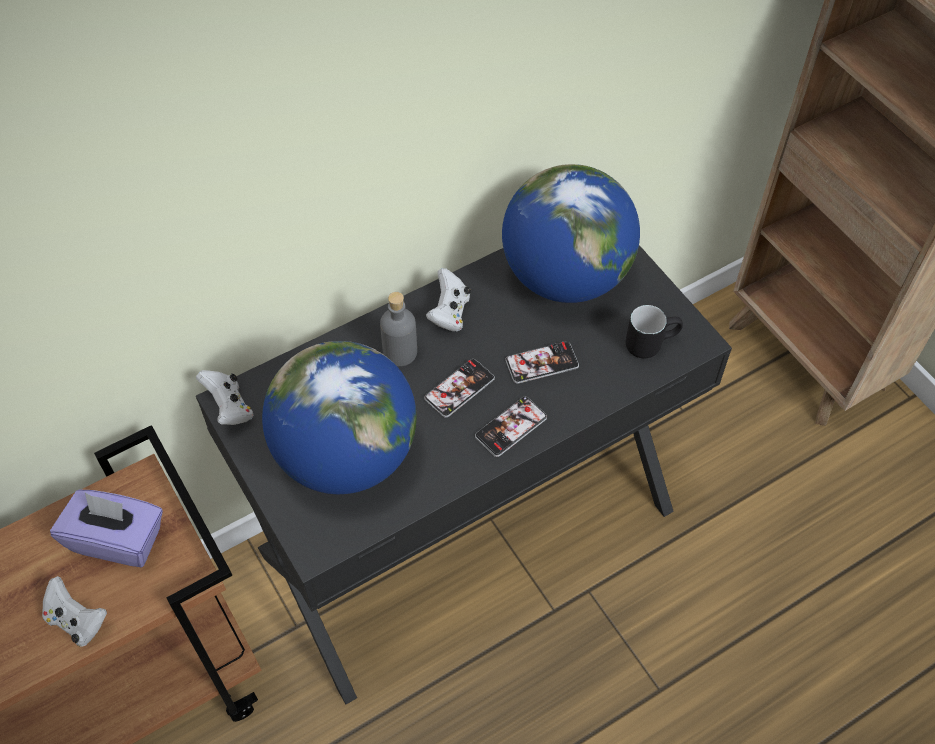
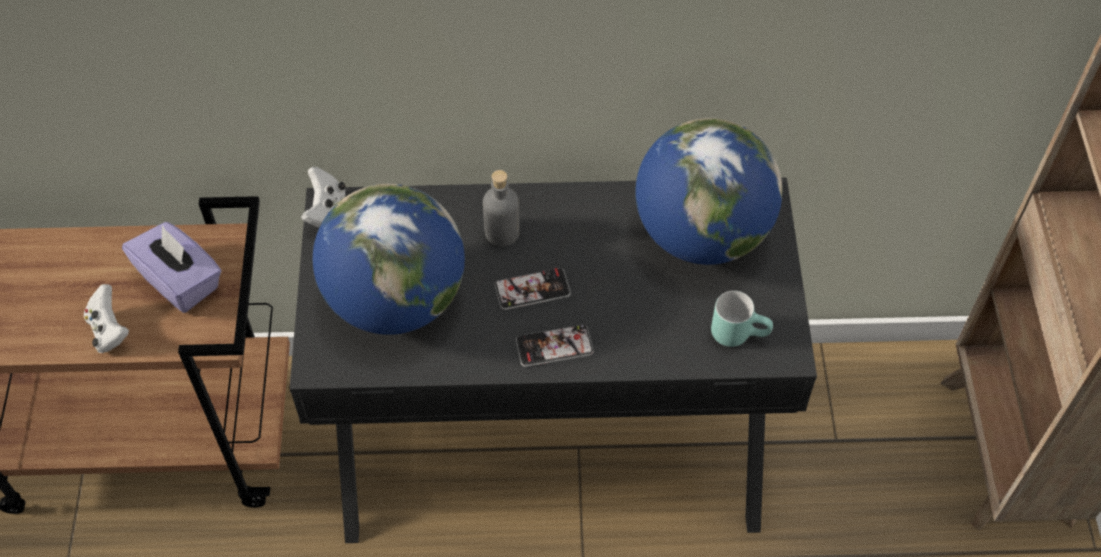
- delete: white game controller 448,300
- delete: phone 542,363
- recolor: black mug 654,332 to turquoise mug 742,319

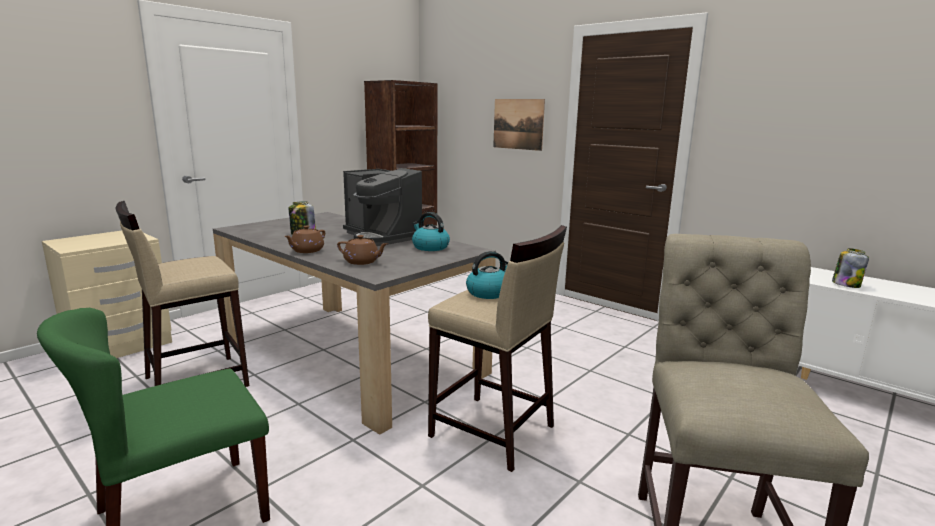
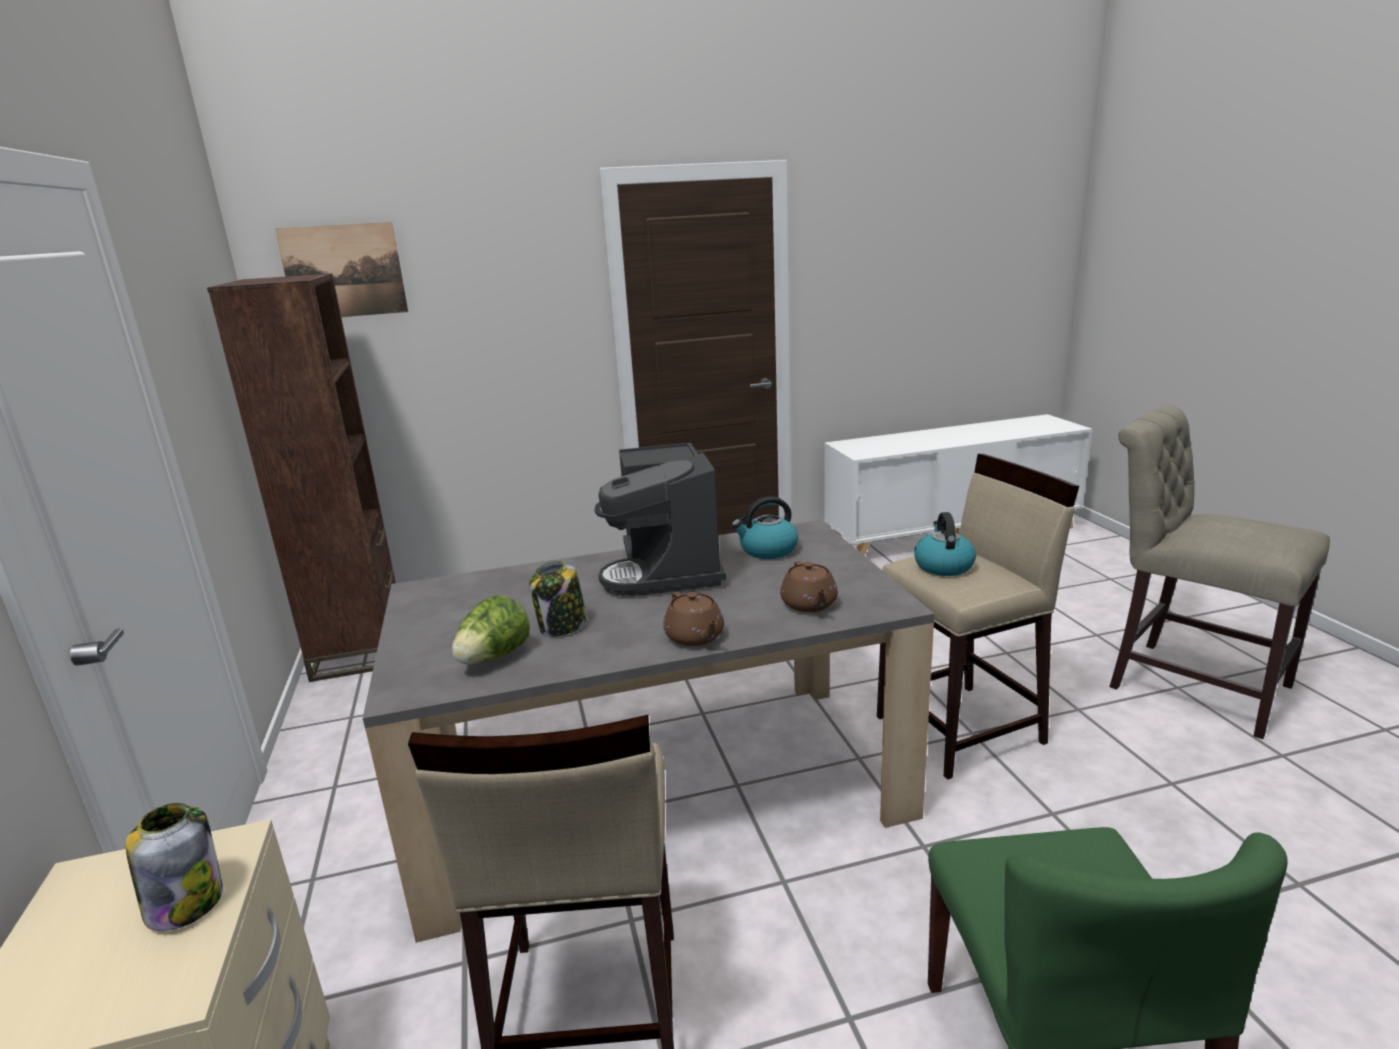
- rotate: brown teapot 362,250 = 809,586 120 degrees clockwise
- rotate: coffee machine 382,207 = 660,520 90 degrees clockwise
- move: picture 519,125 to 341,269
- move: jar 850,268 to 174,867
- insert: lettuce 491,629

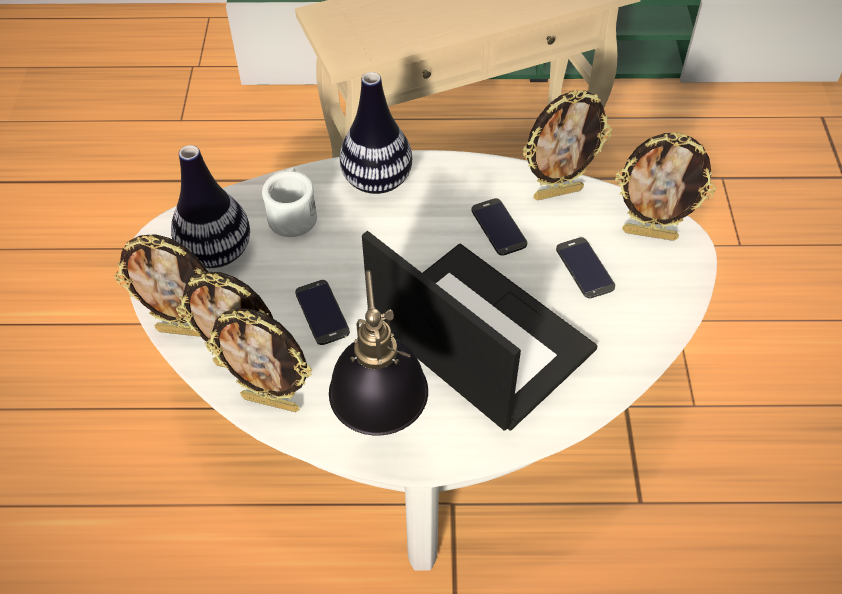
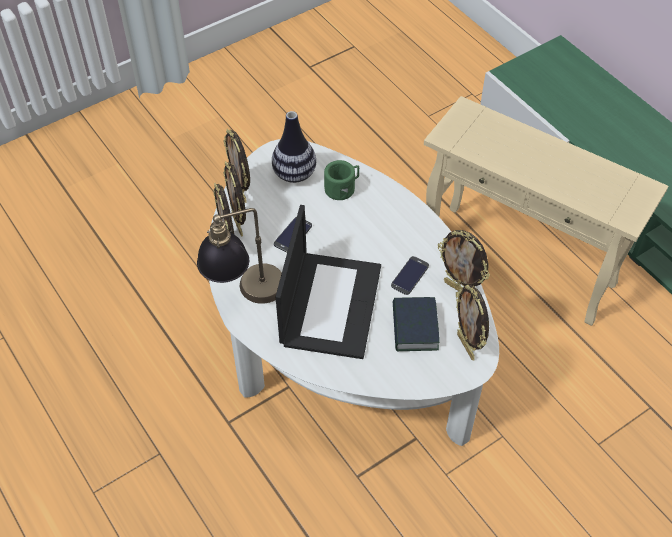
- recolor: white mug 289,202 to green mug 341,180
- delete: vase 376,133
- replace: phone 585,267 to book 416,324

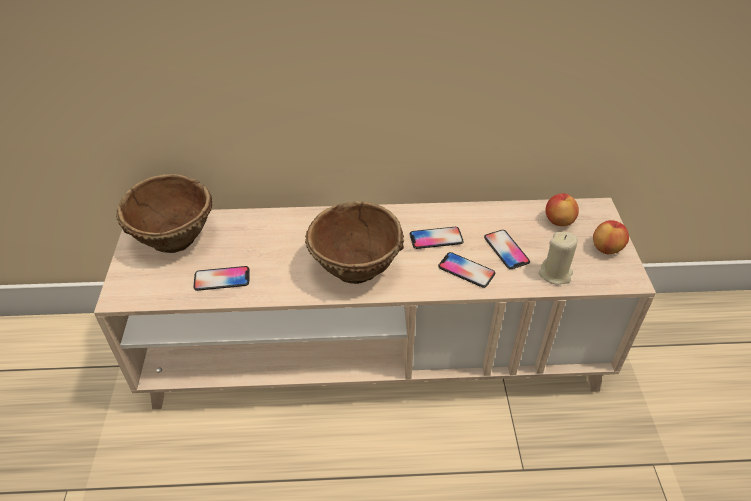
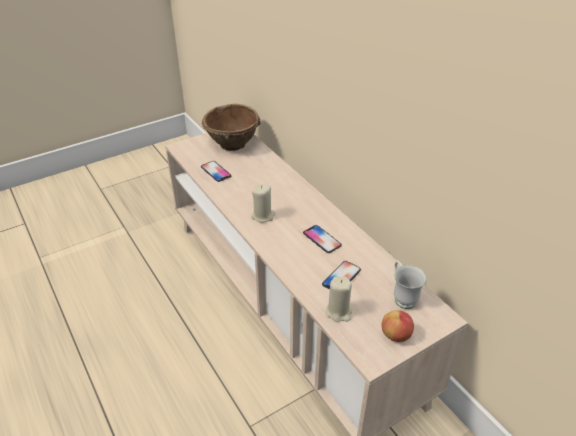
- replace: brown bowl 354,242 to beige candle 263,203
- delete: phone 466,270
- replace: apple 562,209 to white mug 410,284

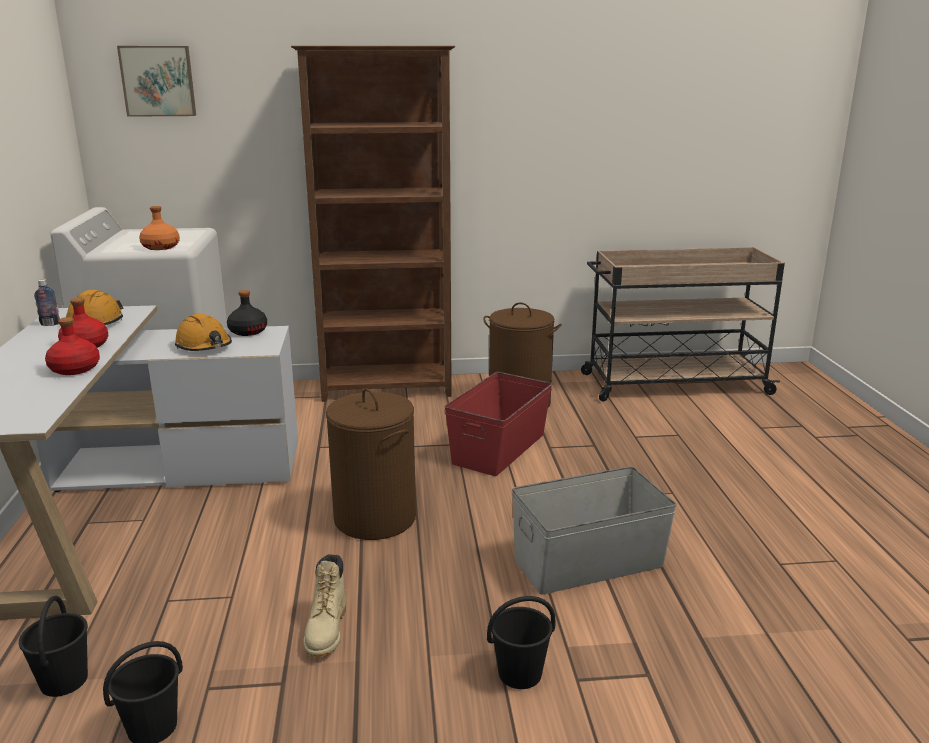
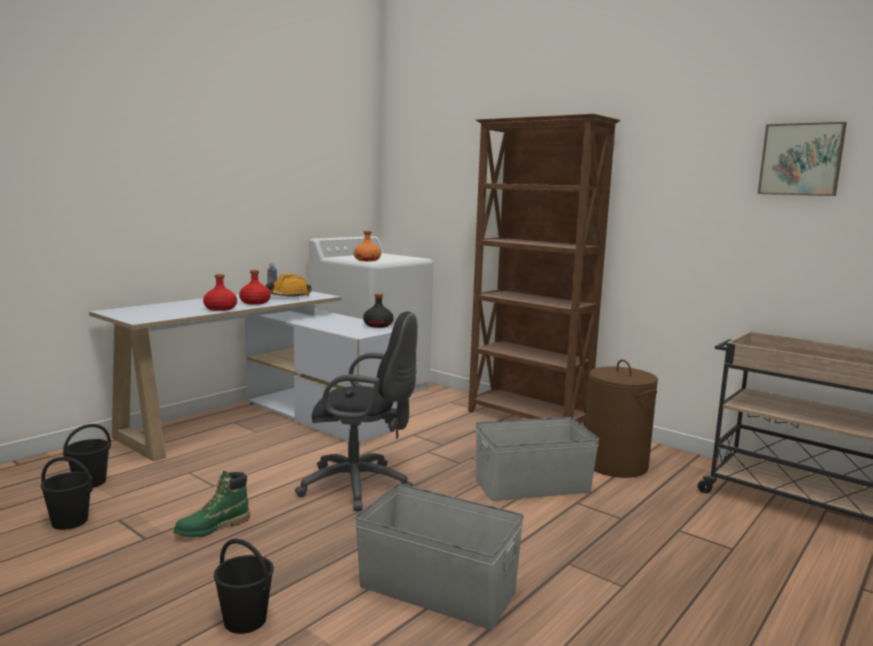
- move: picture 156,81 to 802,159
- delete: orange hard hat 203,332
- recolor: beige boot 325,605 to green boot 211,504
- replace: brown laundry basket 371,464 to black office chair 356,411
- recolor: red storage box 498,424 to grey storage box 537,459

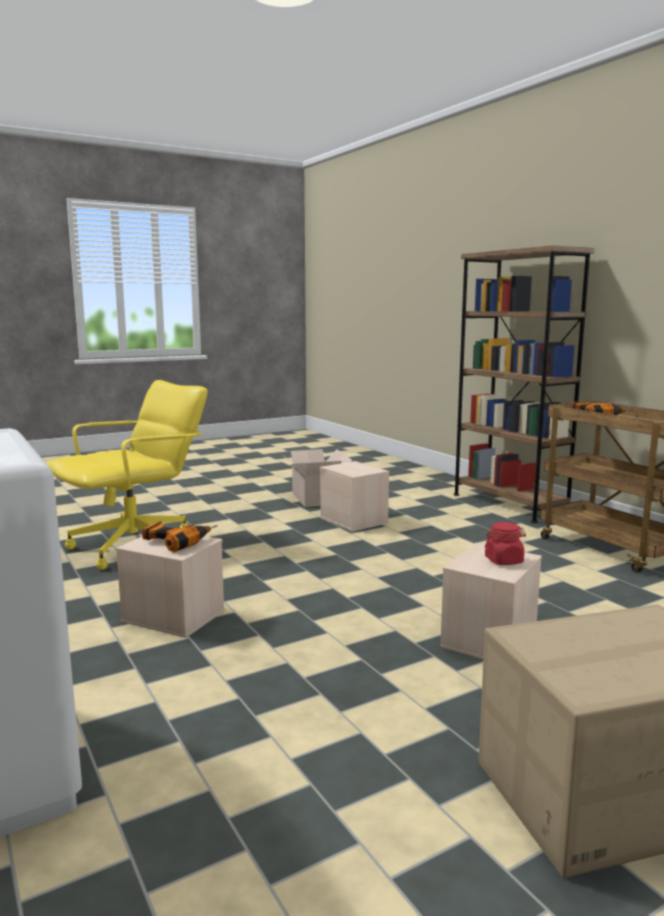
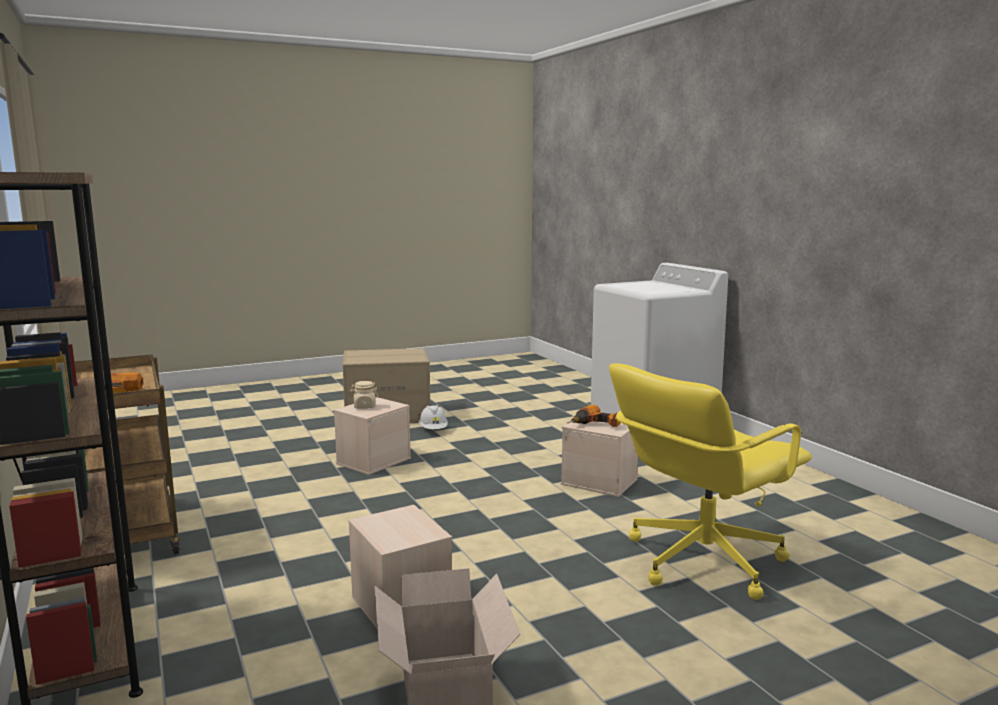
- recolor: red jar 505,543 to beige jar 364,395
- insert: white hard hat 433,417

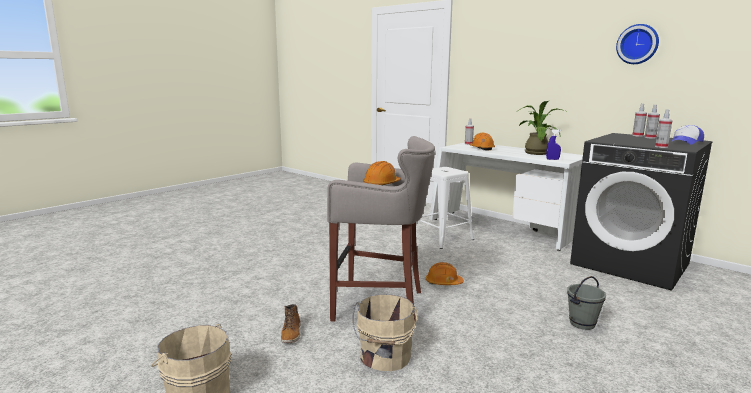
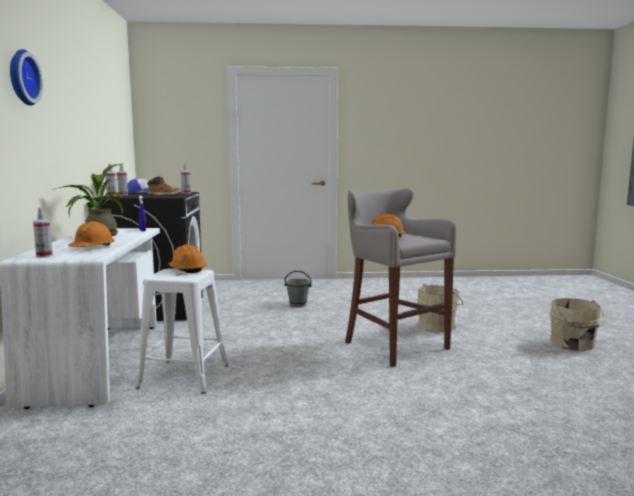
- move: boot 291,323 to 163,186
- move: orange hard hat 445,273 to 187,258
- move: wall clock 637,44 to 26,77

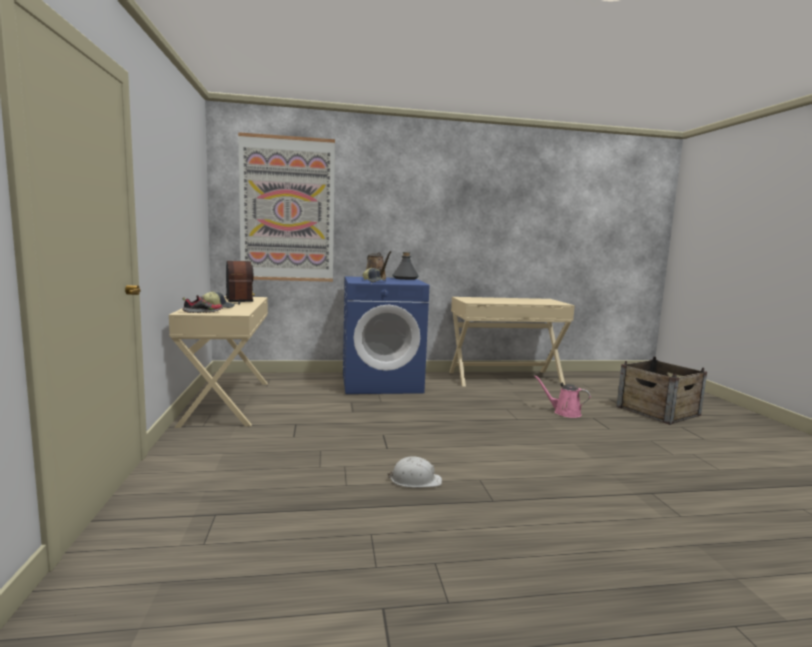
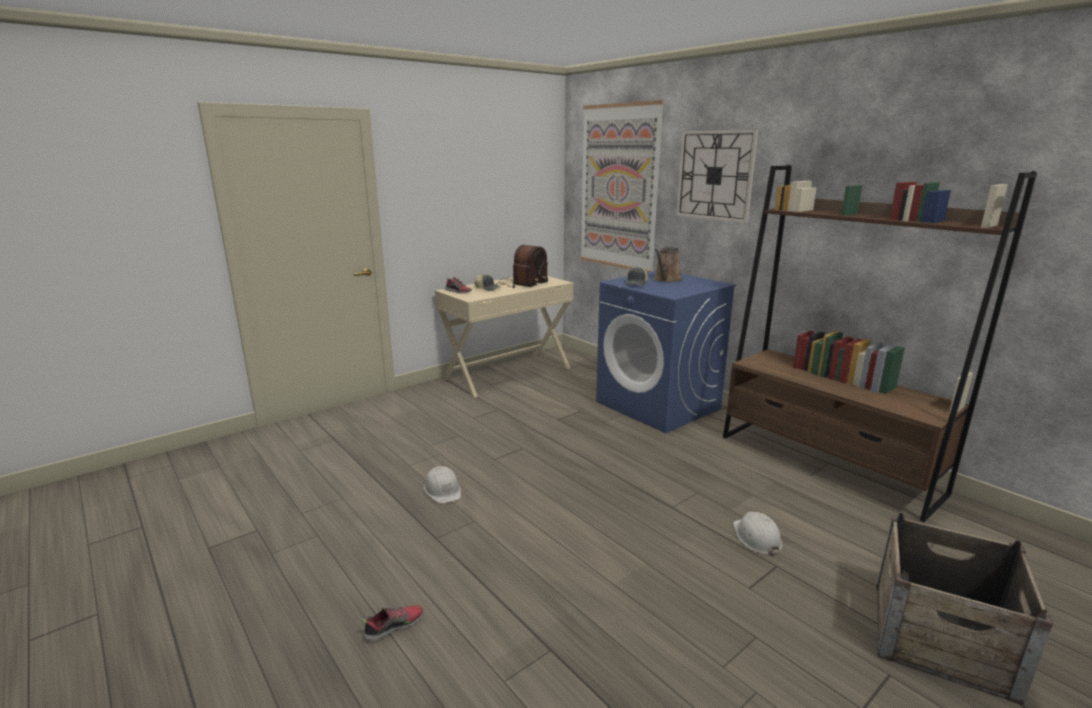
- delete: grey bottle 405,266
- replace: beige desk 512,342 to brown bookcase 880,343
- replace: pink watering can 562,397 to white hard hat 758,534
- insert: shoe 393,623
- insert: wall clock 717,176

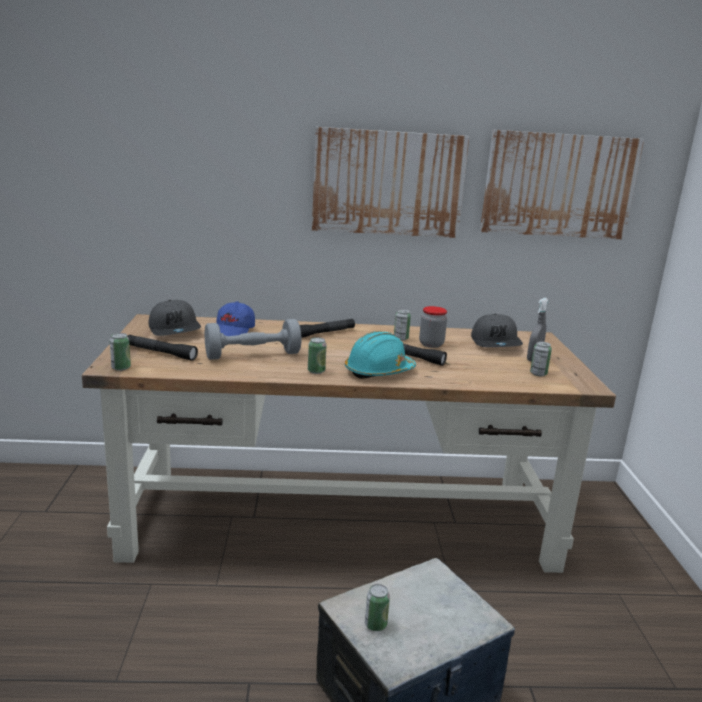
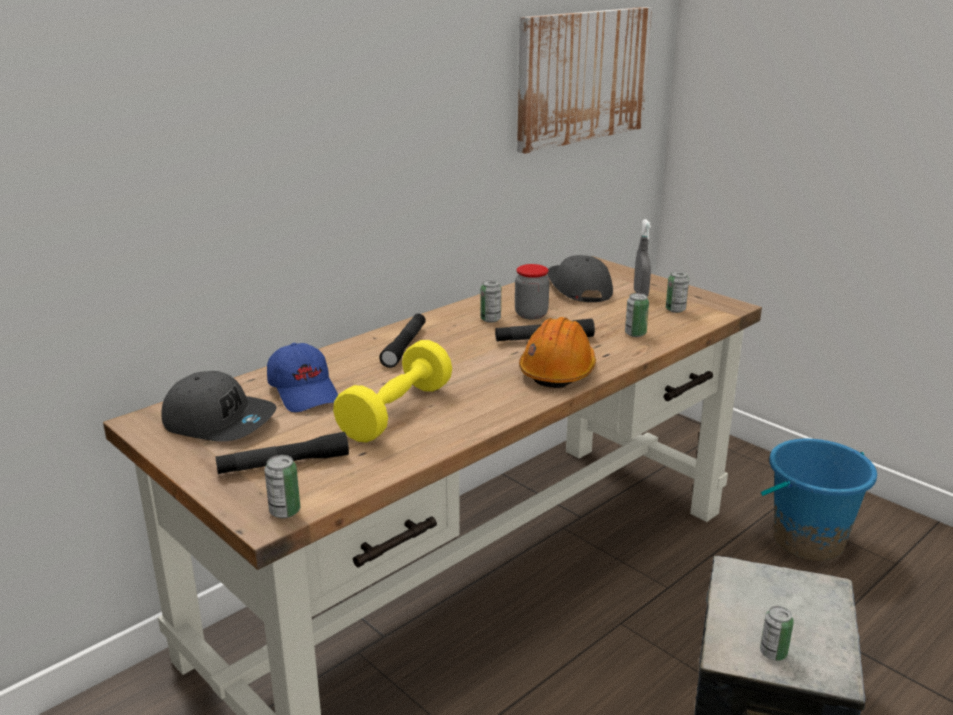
- recolor: grey dumbbell 253,339 to yellow dumbbell 392,391
- move: can 317,355 to 637,315
- delete: picture 390,182
- recolor: turquoise hard hat 380,355 to orange hard hat 557,352
- rotate: grey cap 497,330 = 580,278 150 degrees counterclockwise
- insert: blue bucket 819,500

